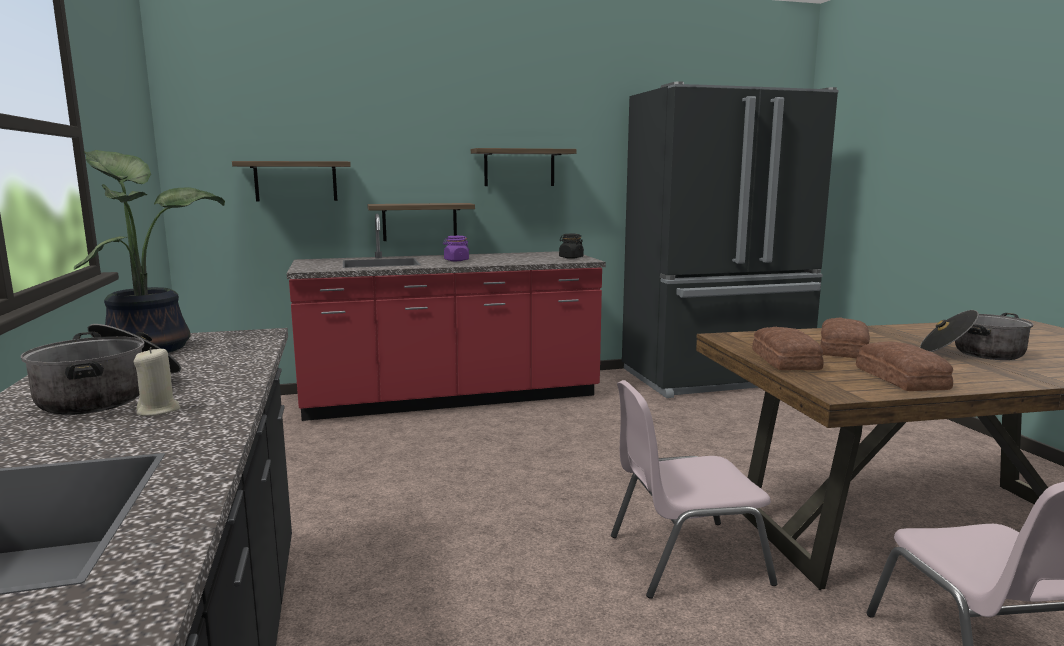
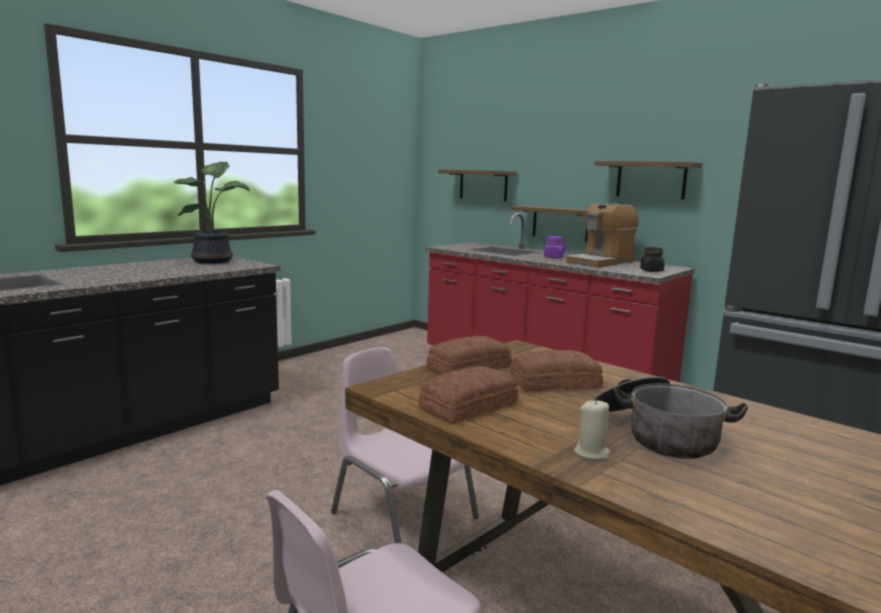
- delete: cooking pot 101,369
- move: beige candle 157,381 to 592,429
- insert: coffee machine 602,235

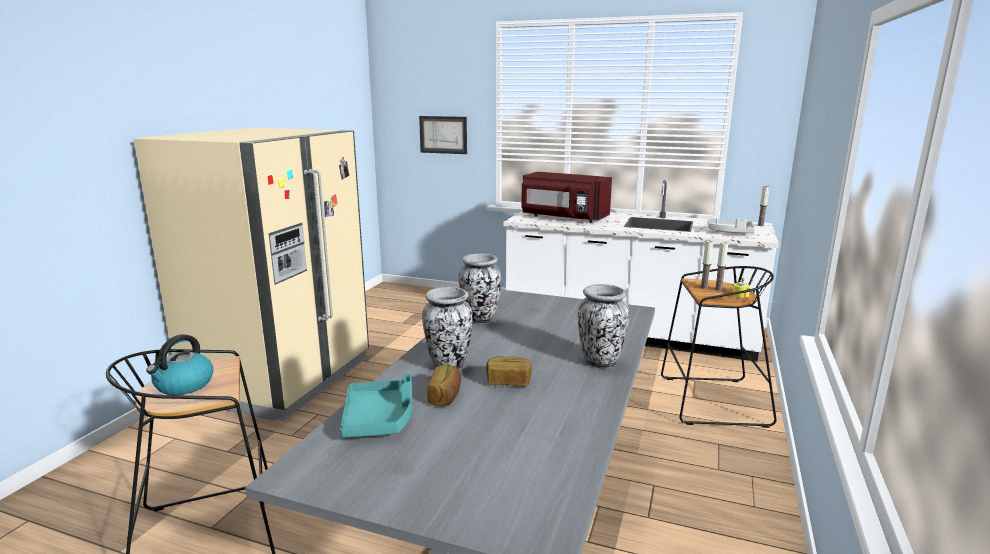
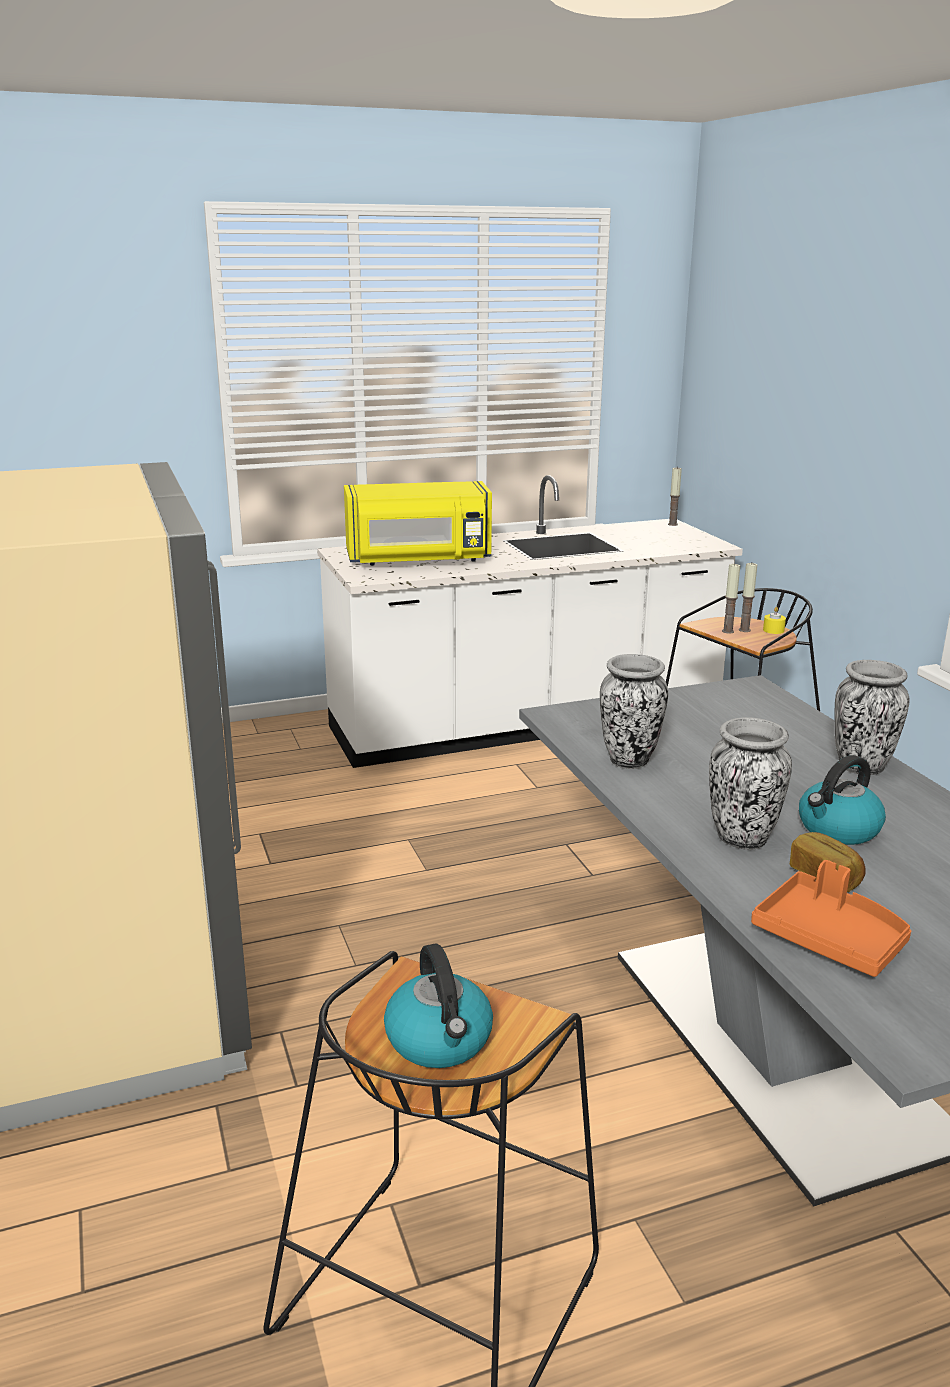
- recolor: turquoise tray 376,405 to orange tray 831,918
- delete: picture 443,135
- replace: bread 509,371 to kettle 842,800
- recolor: red microwave 566,197 to yellow microwave 418,523
- delete: grey tray 731,225

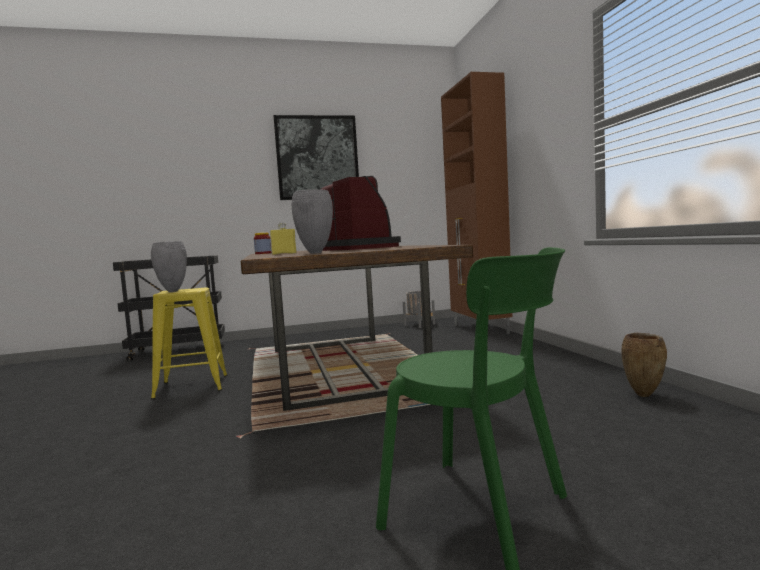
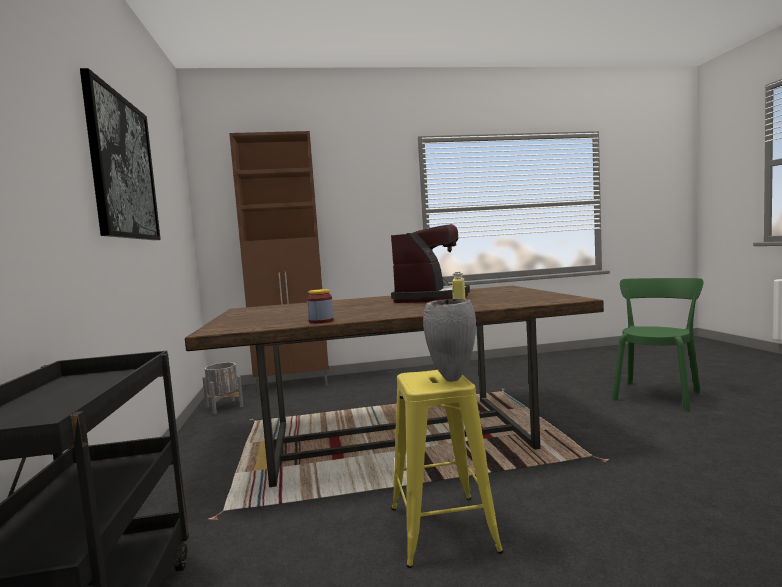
- delete: grey vase 312,221
- rotate: coffee machine 361,213 = 430,263 135 degrees clockwise
- delete: brown vase 644,365

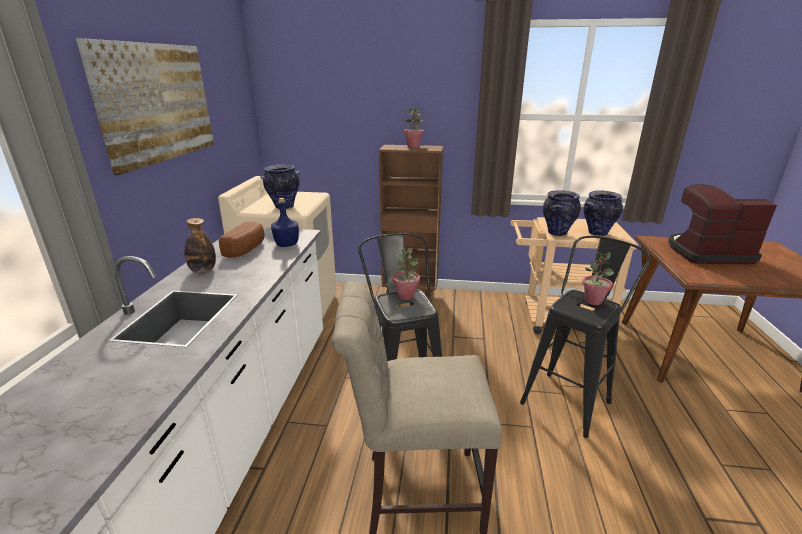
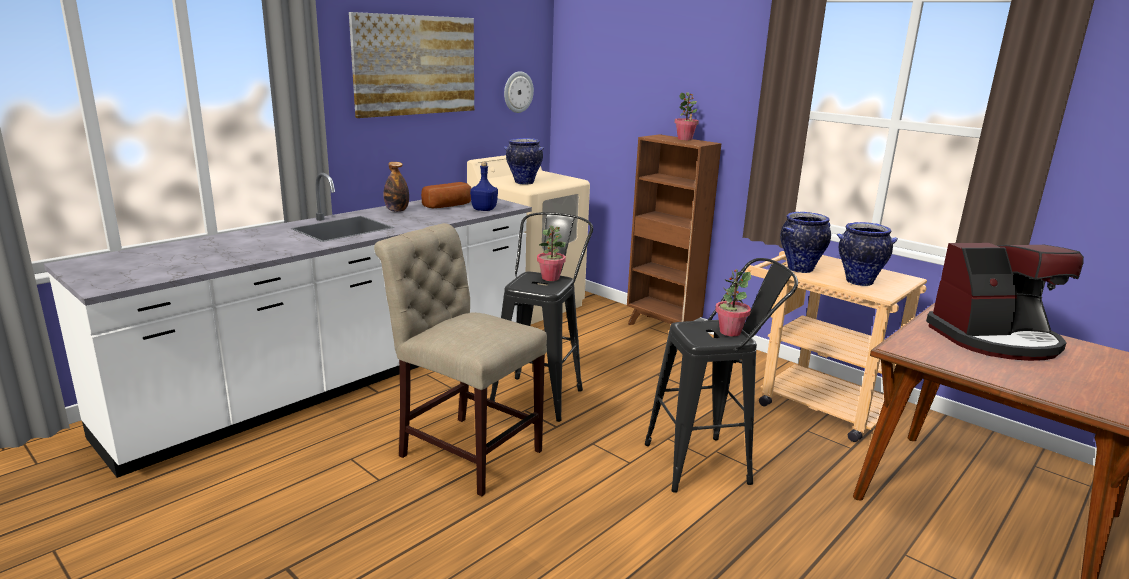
- rotate: coffee machine 722,224 = 1005,302 135 degrees clockwise
- insert: wall clock 519,92

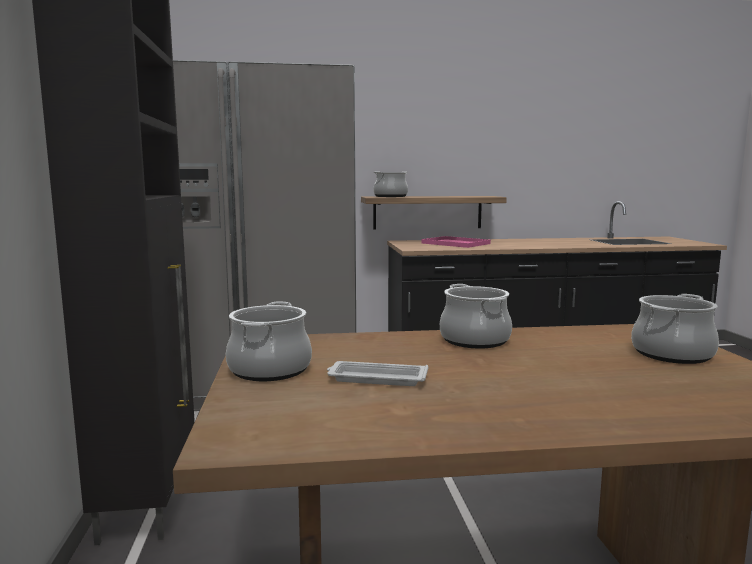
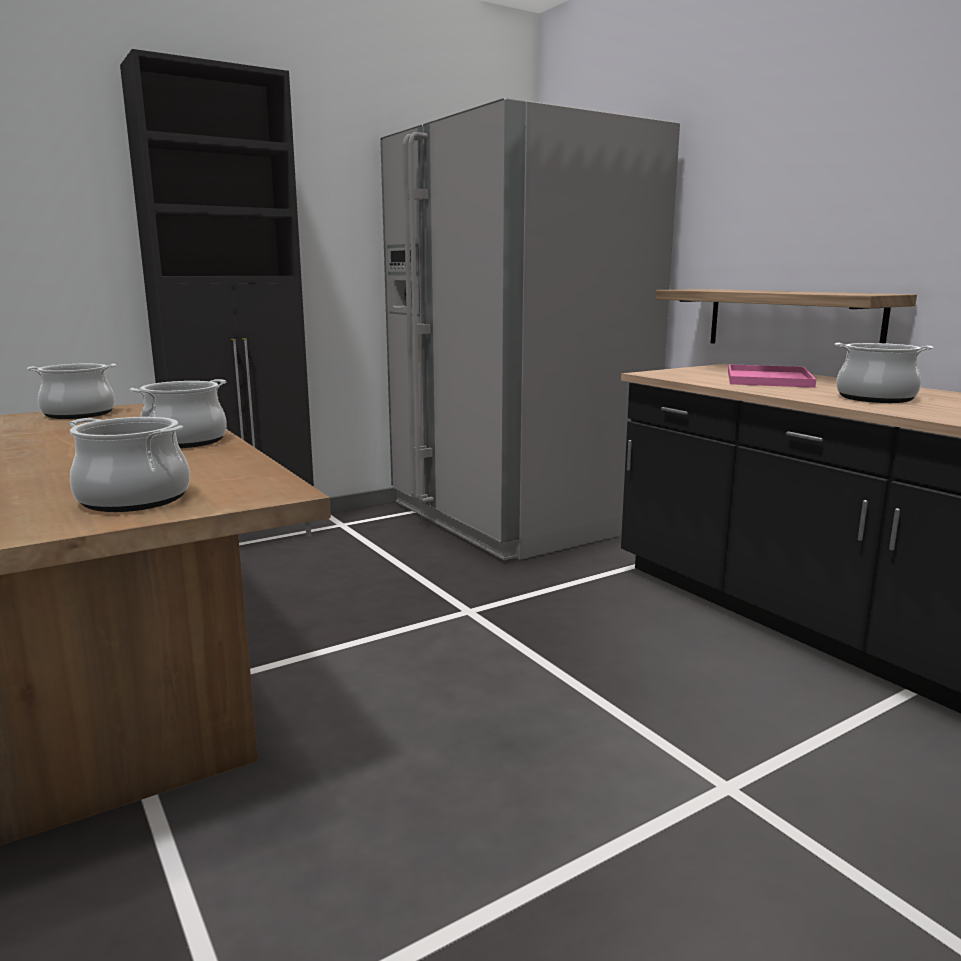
- delete: white tray 378,373
- move: cooking pot 390,184 to 883,373

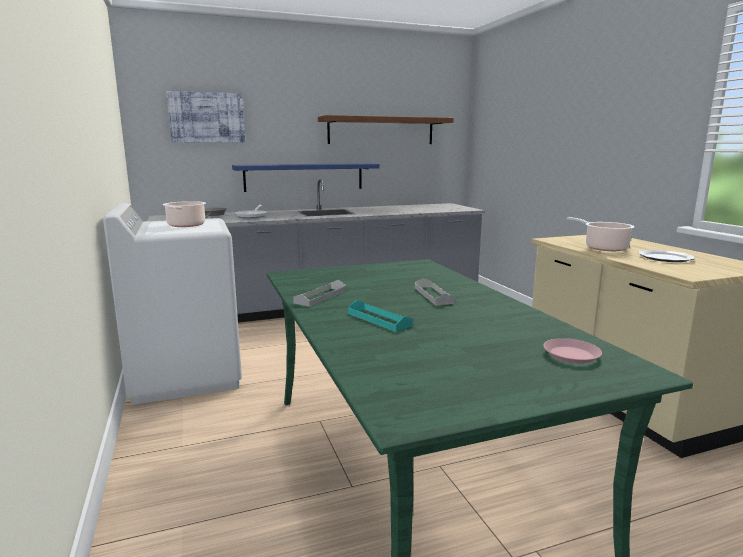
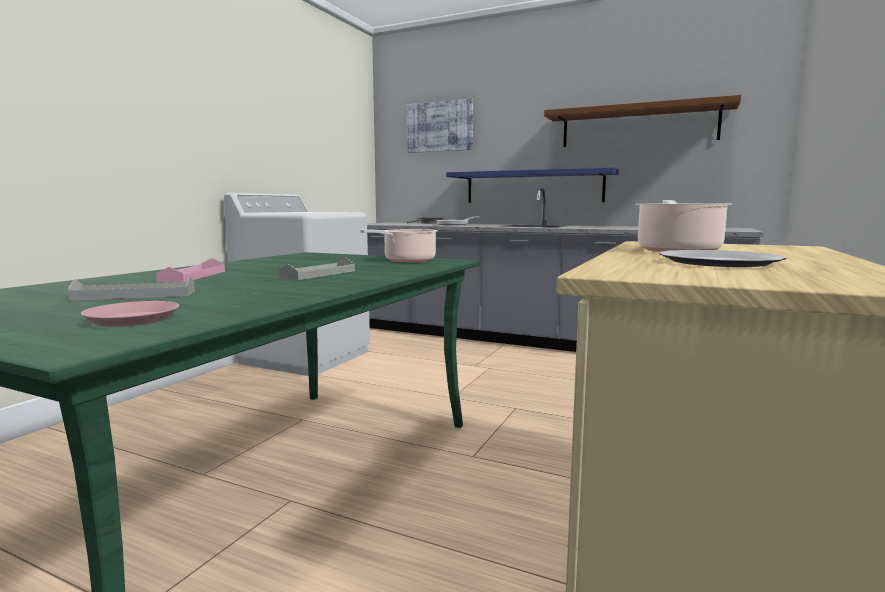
- move: cooking pot 184,214 to 399,245
- move: grey tray 319,293 to 131,288
- recolor: turquoise tray 380,316 to pink tray 190,270

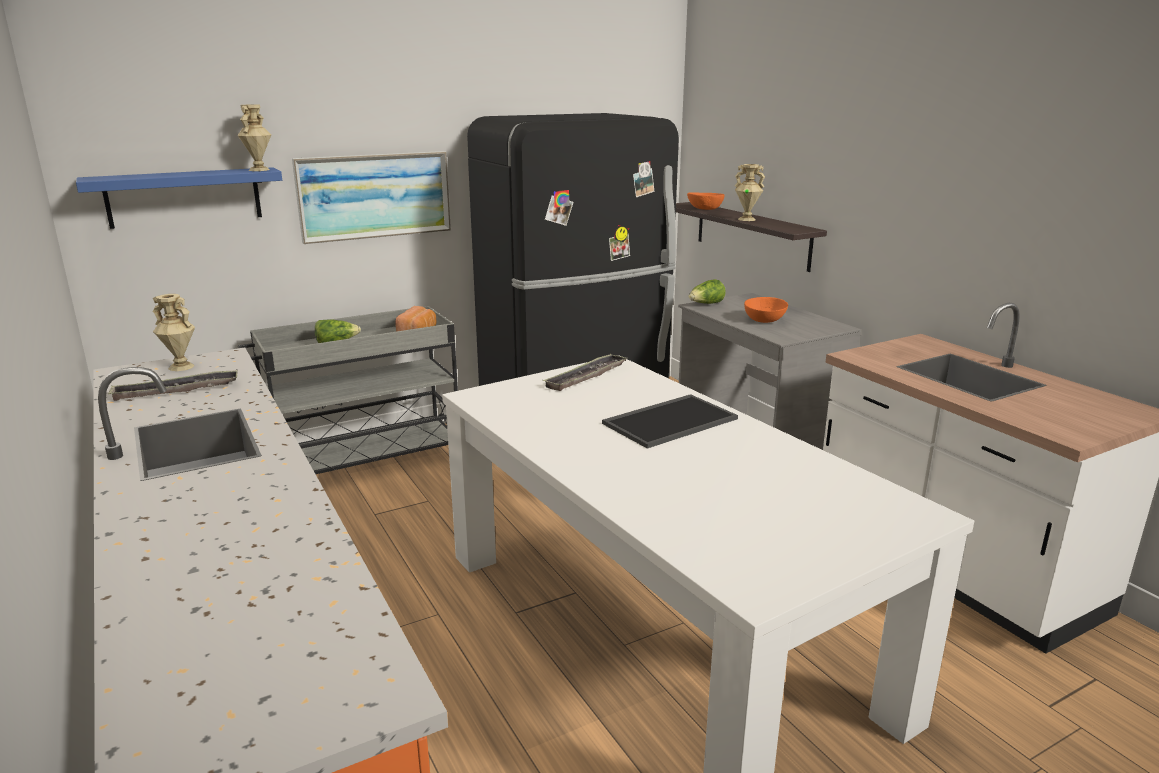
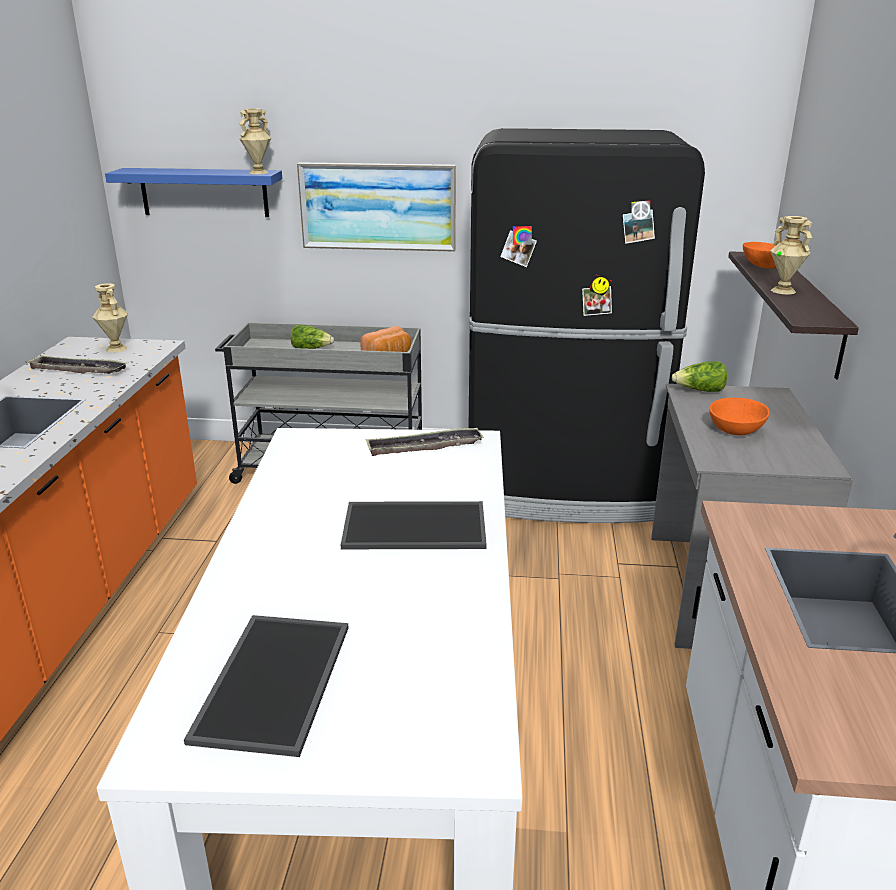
- insert: tray 266,686

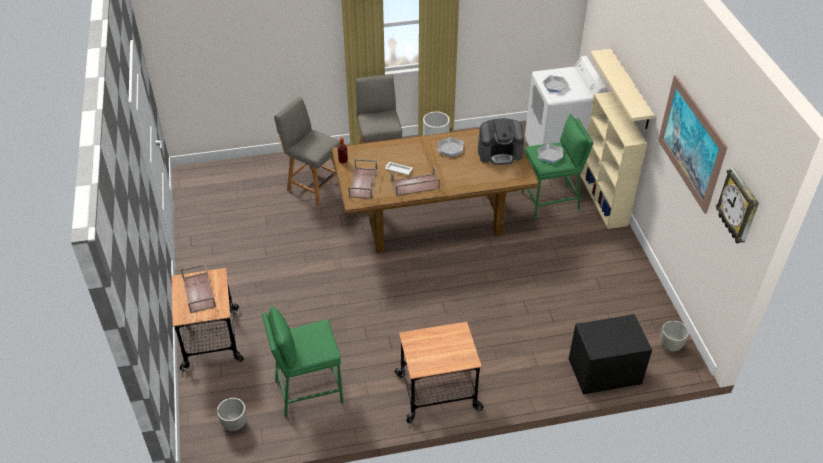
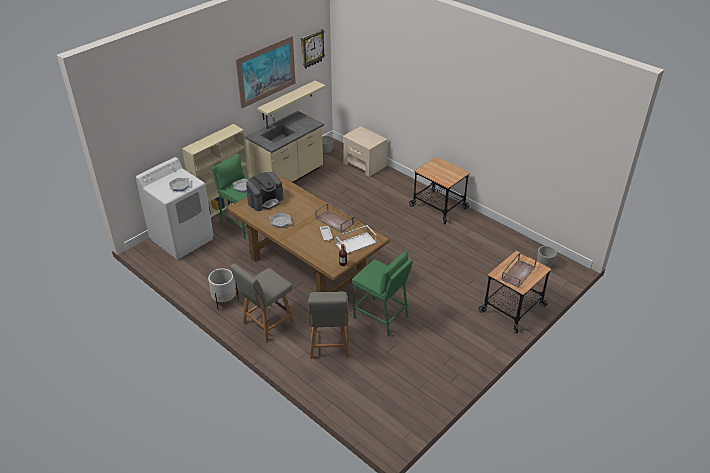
- move: green stool 302,361 to 382,294
- recolor: brown tray 363,179 to white tray 356,239
- rotate: coffee machine 501,141 = 264,191 90 degrees clockwise
- recolor: black nightstand 610,354 to beige nightstand 365,151
- move: beige shelf 622,89 to 291,100
- insert: beige counter 284,147

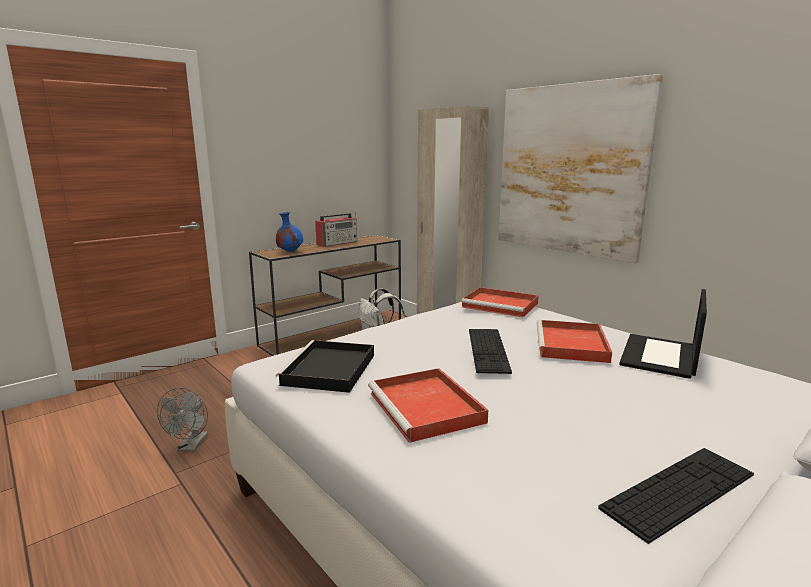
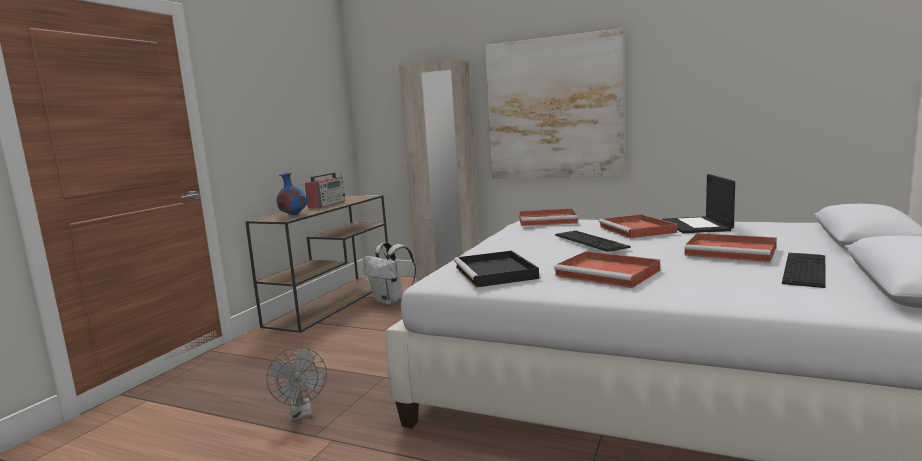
- insert: red tray 730,247

